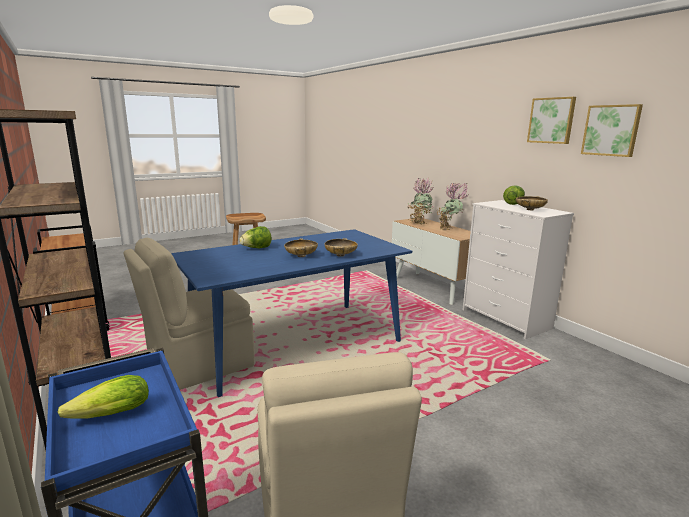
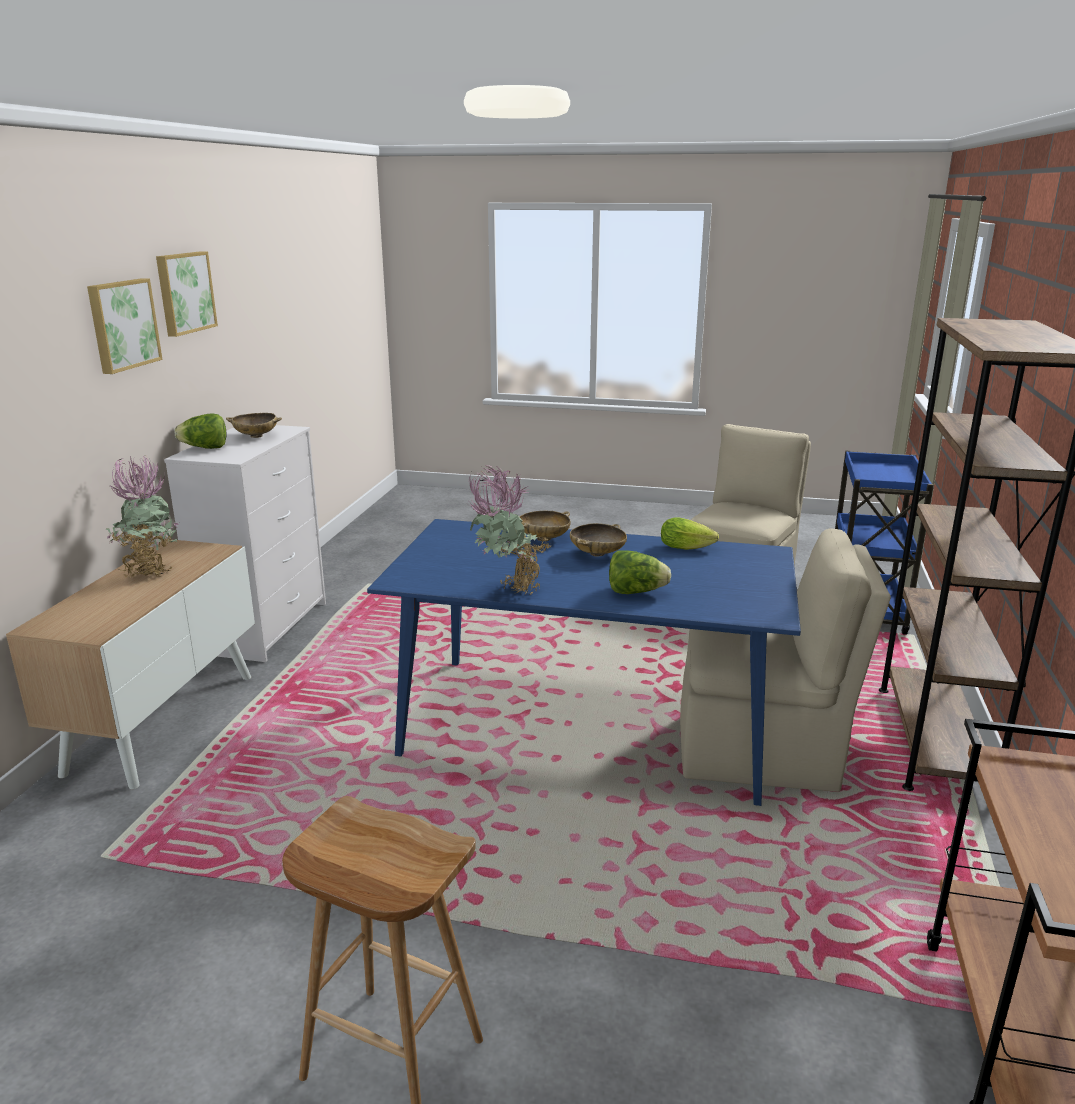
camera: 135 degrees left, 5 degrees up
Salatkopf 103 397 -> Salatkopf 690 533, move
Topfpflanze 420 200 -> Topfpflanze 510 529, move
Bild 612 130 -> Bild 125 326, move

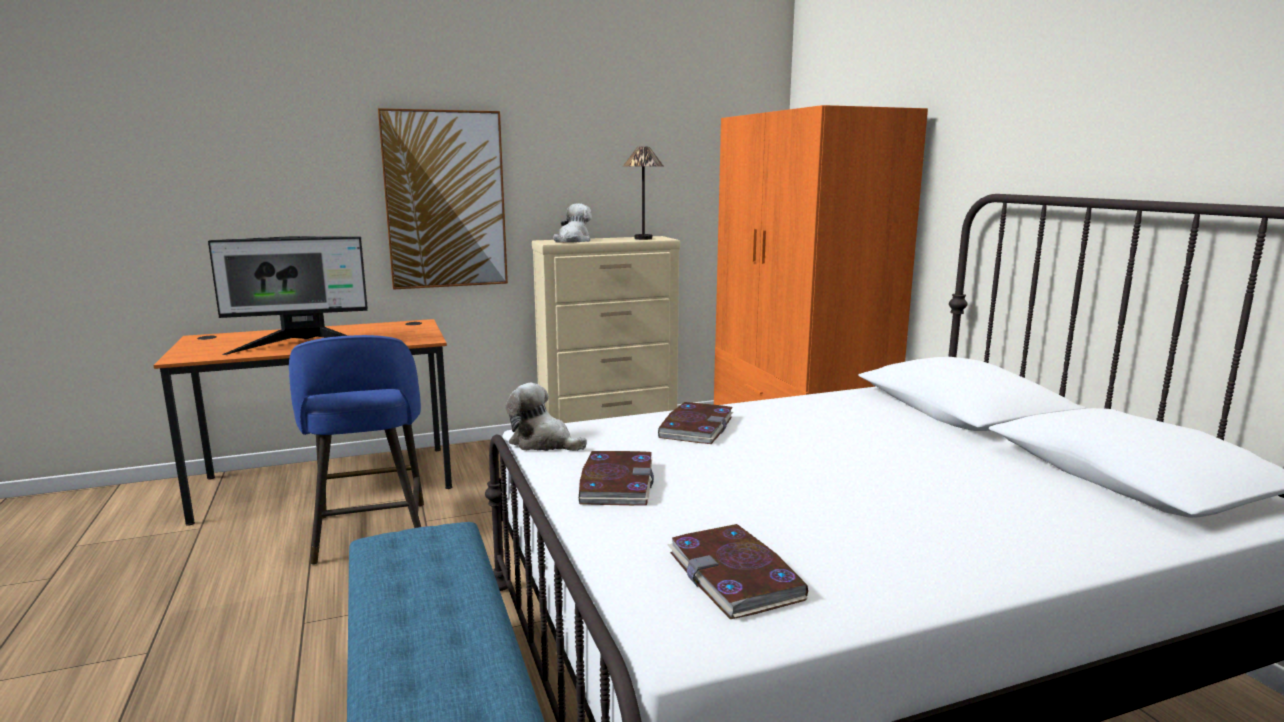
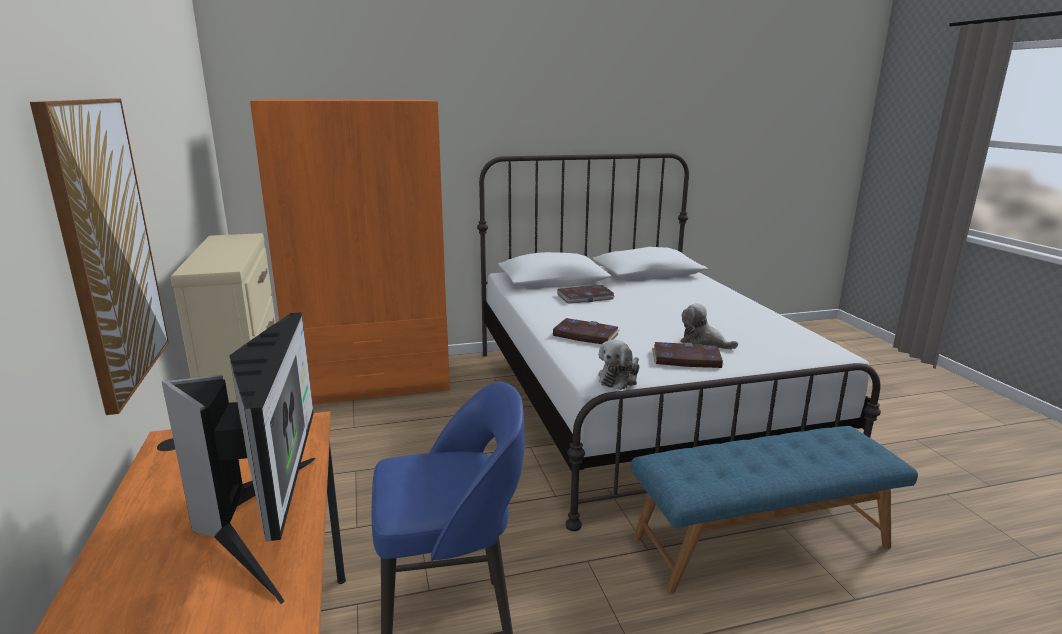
camera: 85 degrees left, 5 degrees up
Plüschtier 572 223 -> Plüschtier 709 326, move
Tischlampe 643 193 -> none
Buch 738 571 -> Buch 586 294, move

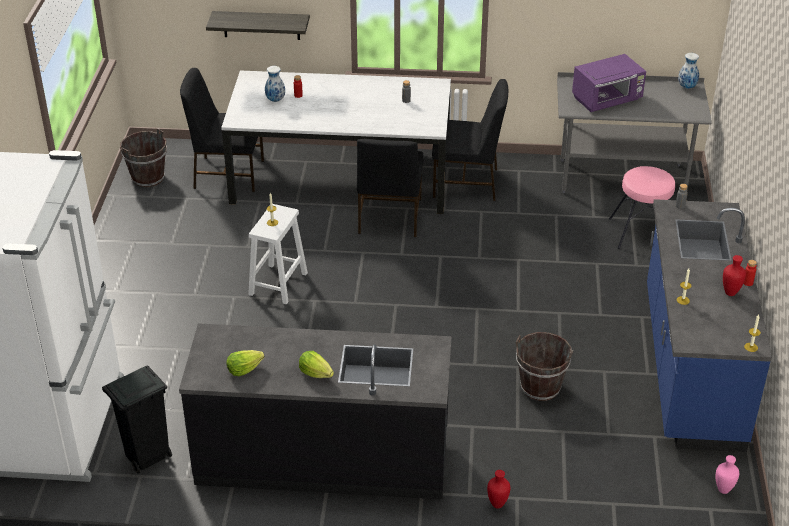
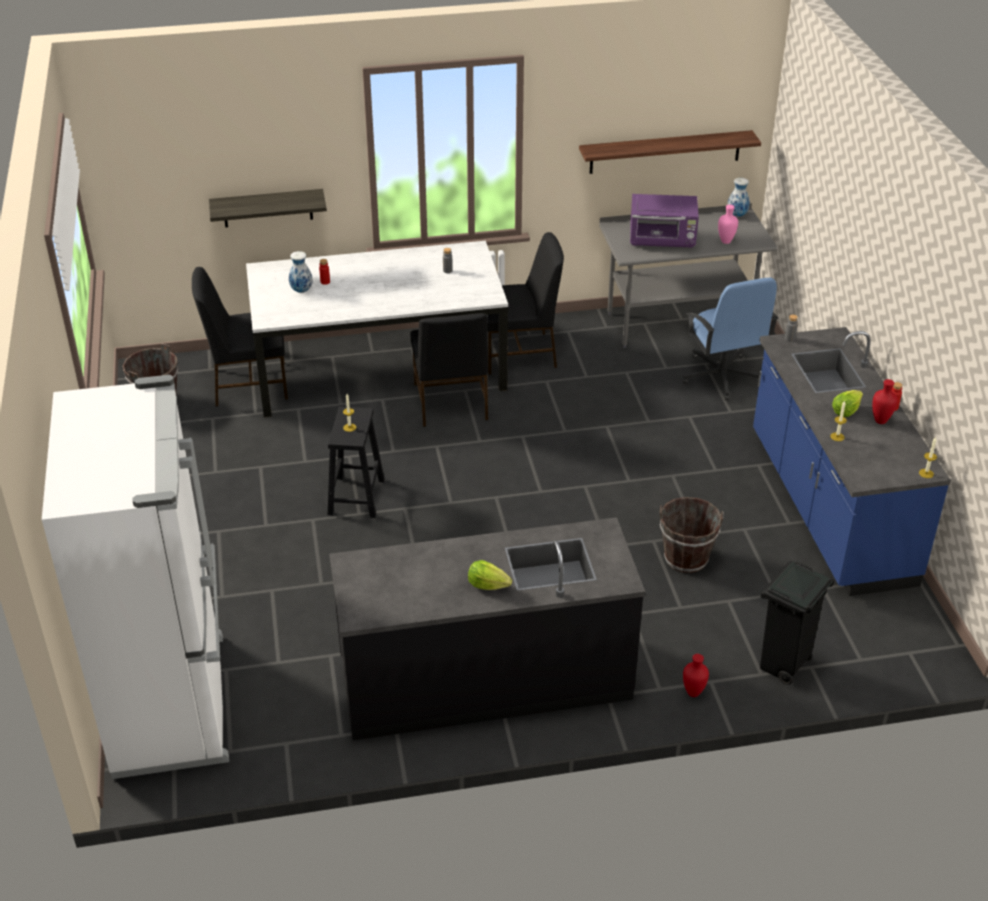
camera: 15 degrees left, 0 degrees up
Mülleimer/schwarz 137 419 -> Mülleimer/schwarz 797 623, move
Salatkopf 245 363 -> Salatkopf 847 403, move
Hocker/weiß 278 254 -> Hocker/schwarz 356 462
Mikrowelle/lila 609 83 -> Mikrowelle/lila 664 221, 45 degrees clockwise
Hocker/rosa 642 207 -> Bürostuhl/blau 730 339
Vase/rosa 727 474 -> Vase/rosa 728 224, move
none -> Wandregal 670 152

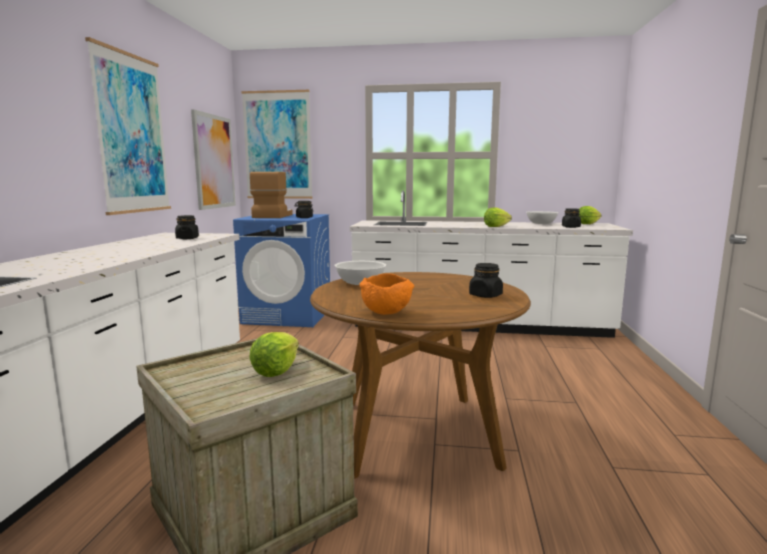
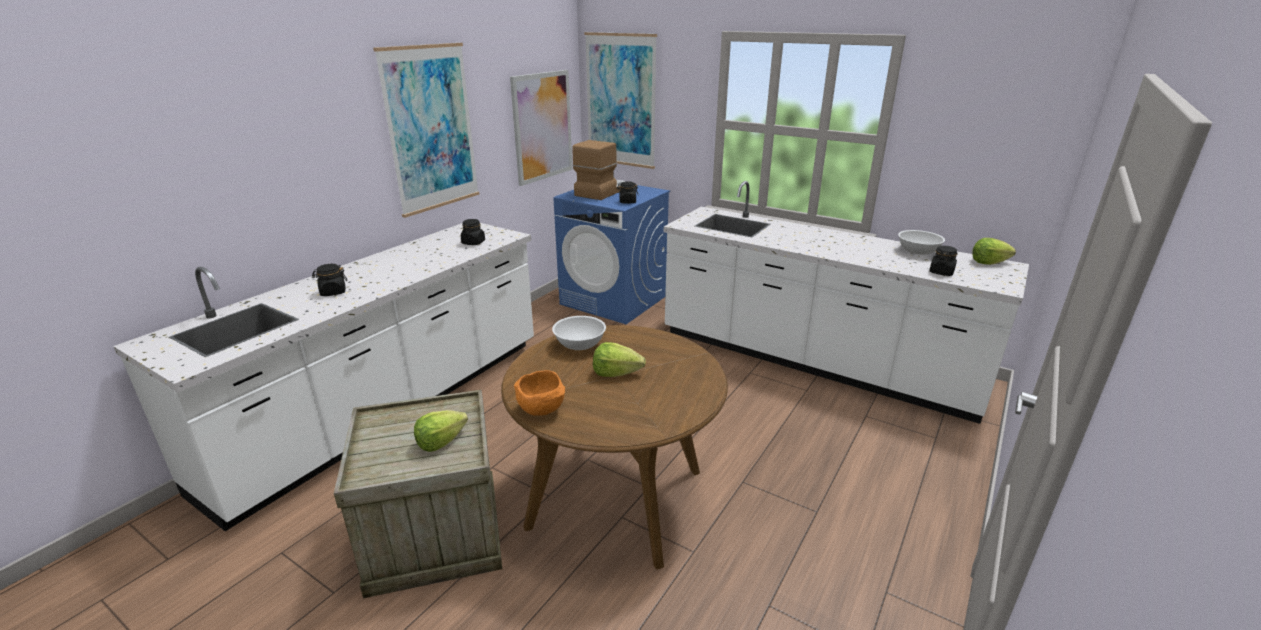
camera: 25 degrees right, 15 degrees up
Vorratsglas/schwarz 486 280 -> Vorratsglas/schwarz 329 280, move
Salatkopf 498 217 -> Salatkopf 619 359, move

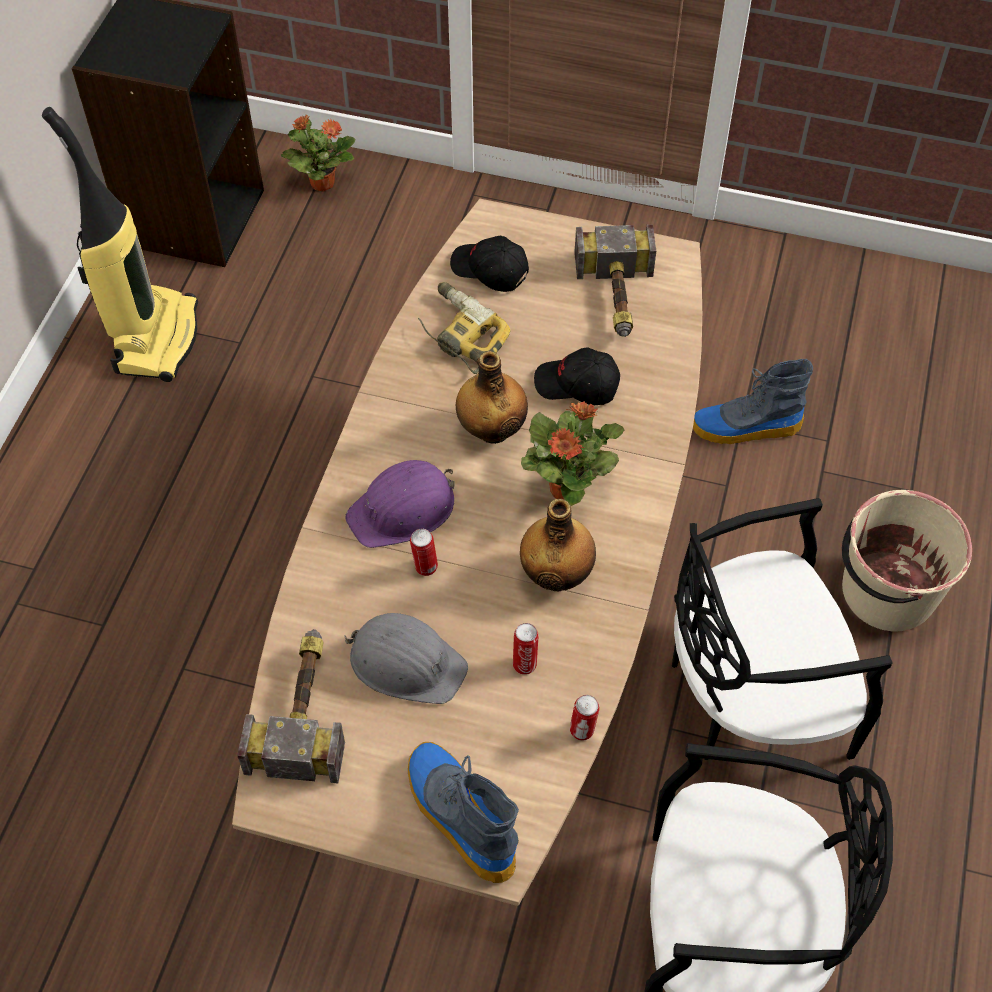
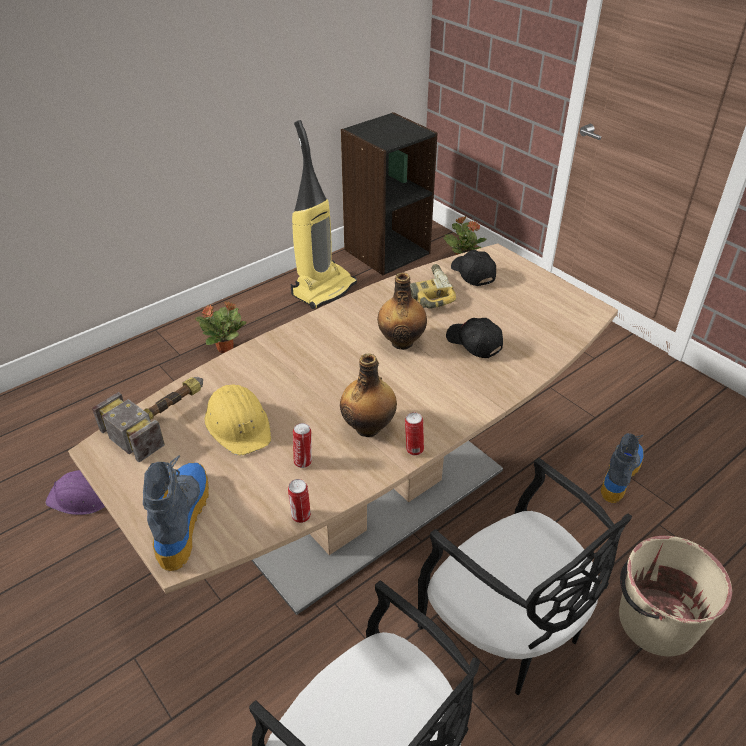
camera: 35 degrees right, 15 degrees down
Schutzhelm/grau 406 658 -> Schutzhelm/gelb 238 419
Schutzhelm/lila 400 504 -> Schutzhelm/lila 75 492, move
Dose 424 552 -> Dose 414 434, move
Topfpflanze 572 453 -> Topfpflanze 220 327, move
Hammer 615 281 -> none
Stuhl/schwarz 782 629 -> Stuhl/schwarz 525 576, 150 degrees counterclockwise
Stiefel 753 401 -> Stiefel 622 468, 90 degrees clockwise

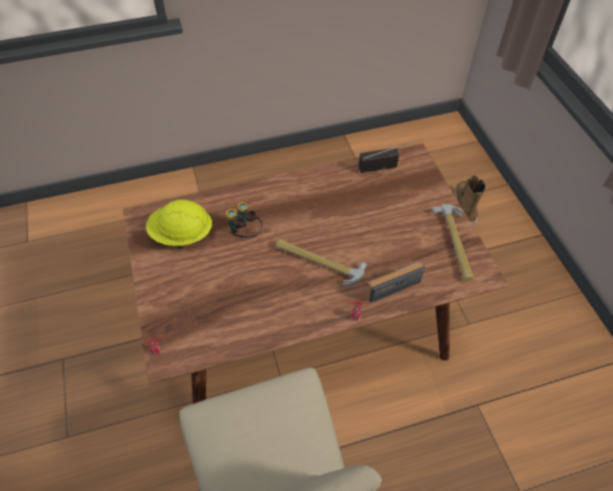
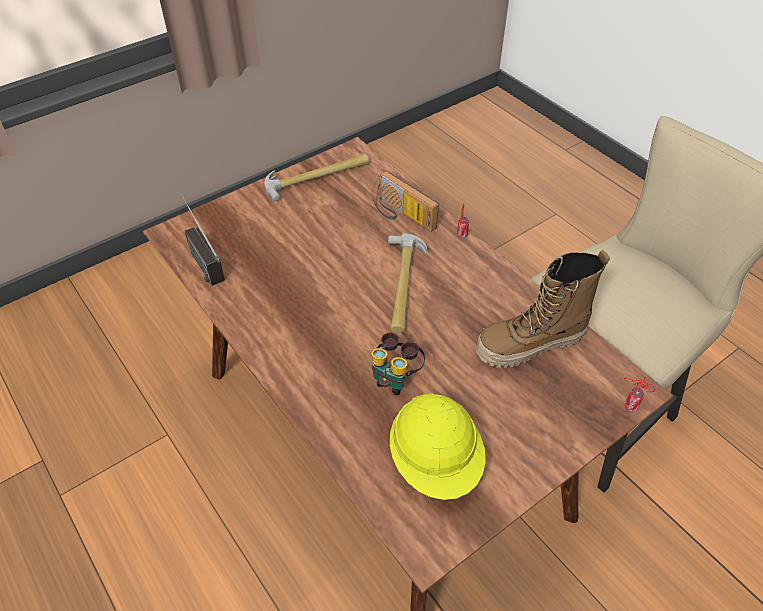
camera: 110 degrees left, 5 degrees down
Stiefel 470 201 -> Stiefel 543 309, move

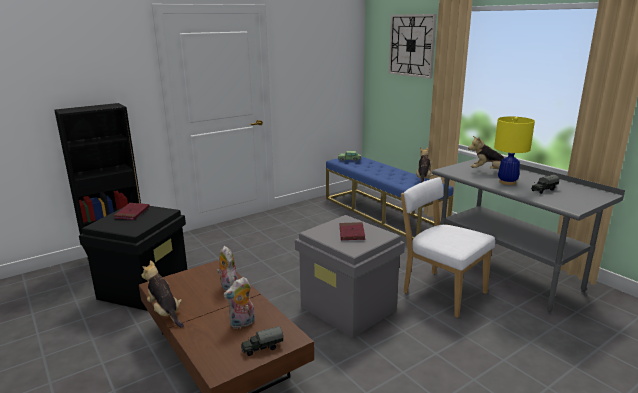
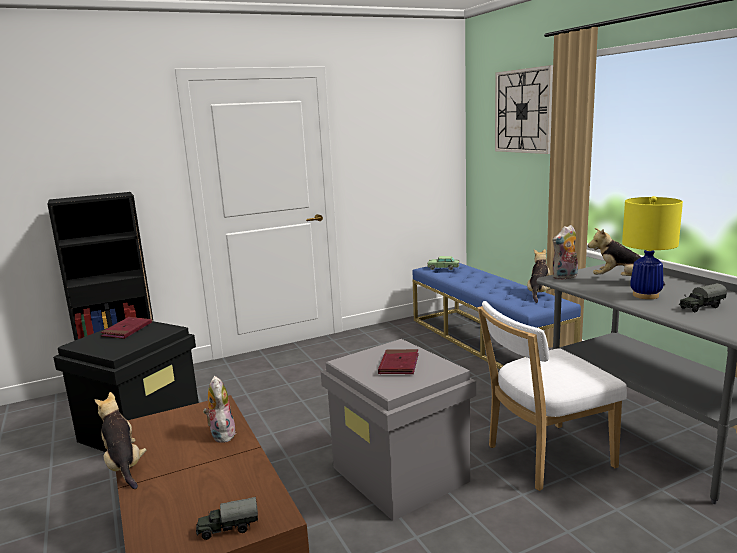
camera: 10 degrees right, 5 degrees down
Plüschtier 239 303 -> Plüschtier 565 252, move
Stuhl/weiß 448 247 -> Stuhl/weiß 552 396, 75 degrees counterclockwise

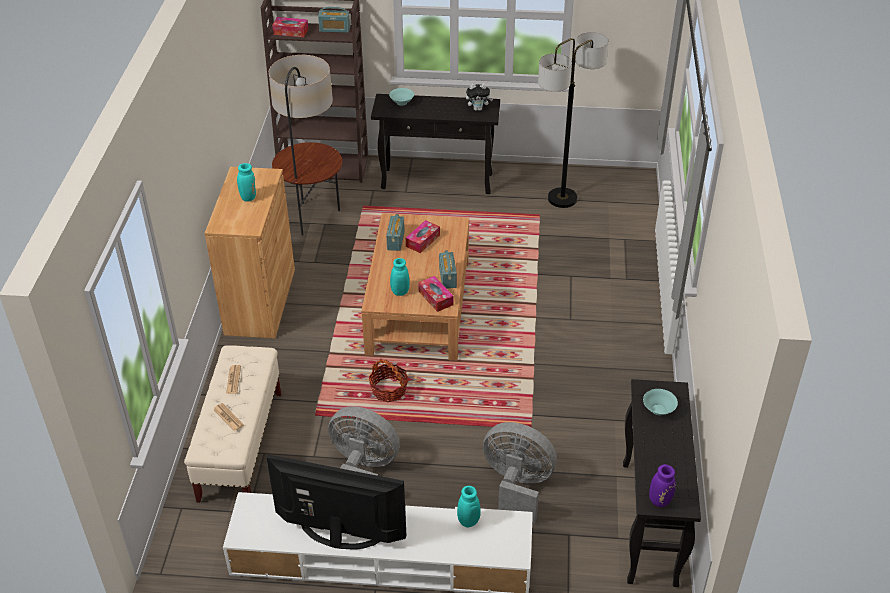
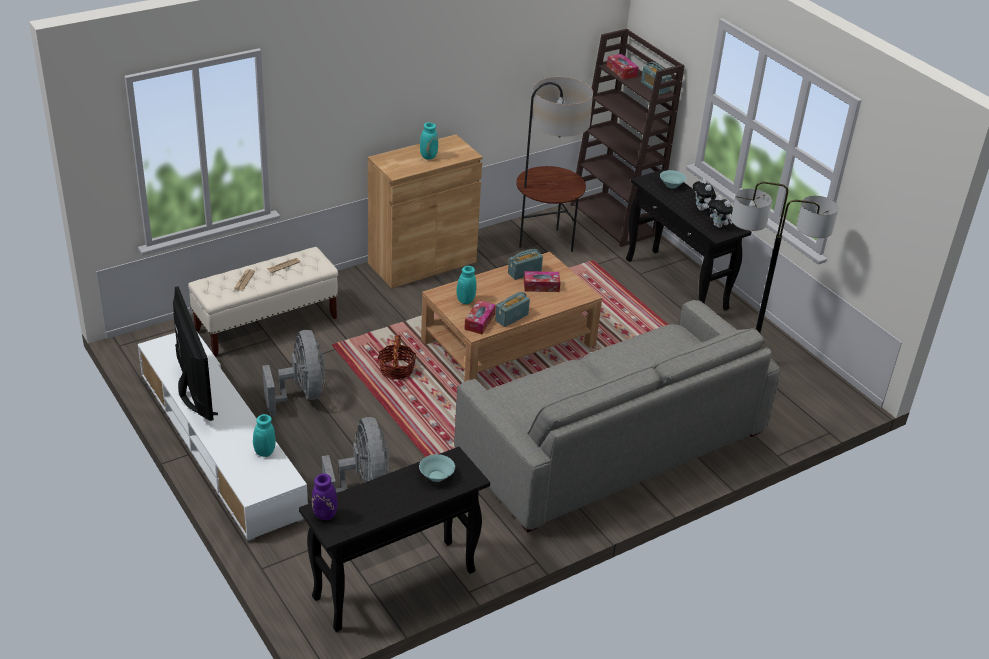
camera: 50 degrees right, 5 degrees down
none -> Sofa/grau 617 416
none -> Plüschtier 704 194

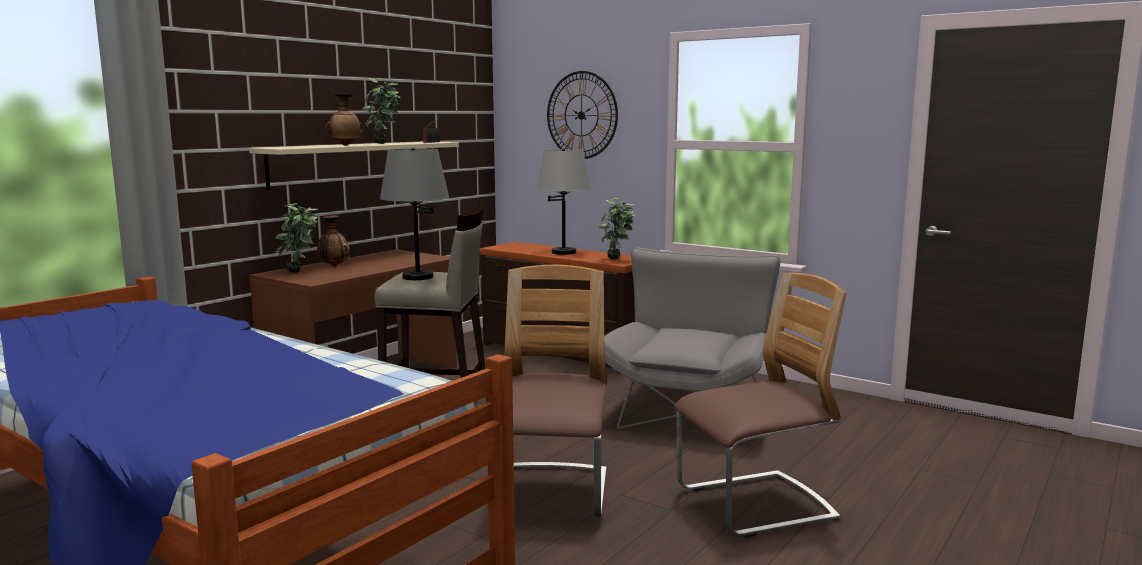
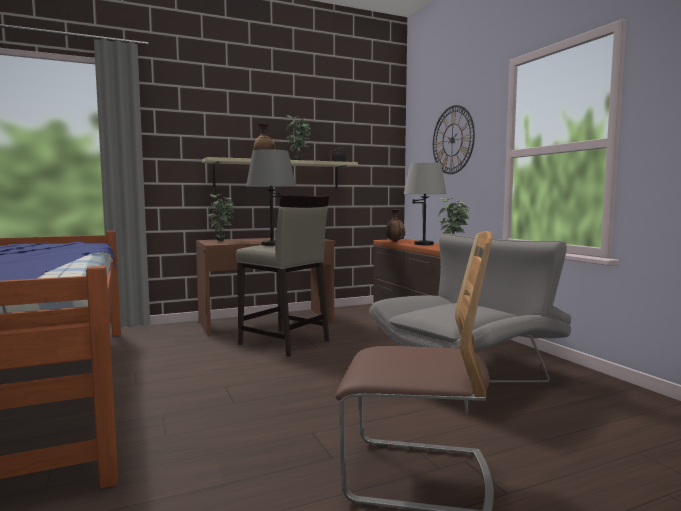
camera: 30 degrees right, 5 degrees down
Vase 333 240 -> Vase 395 225, move
Stuhl 547 391 -> none

